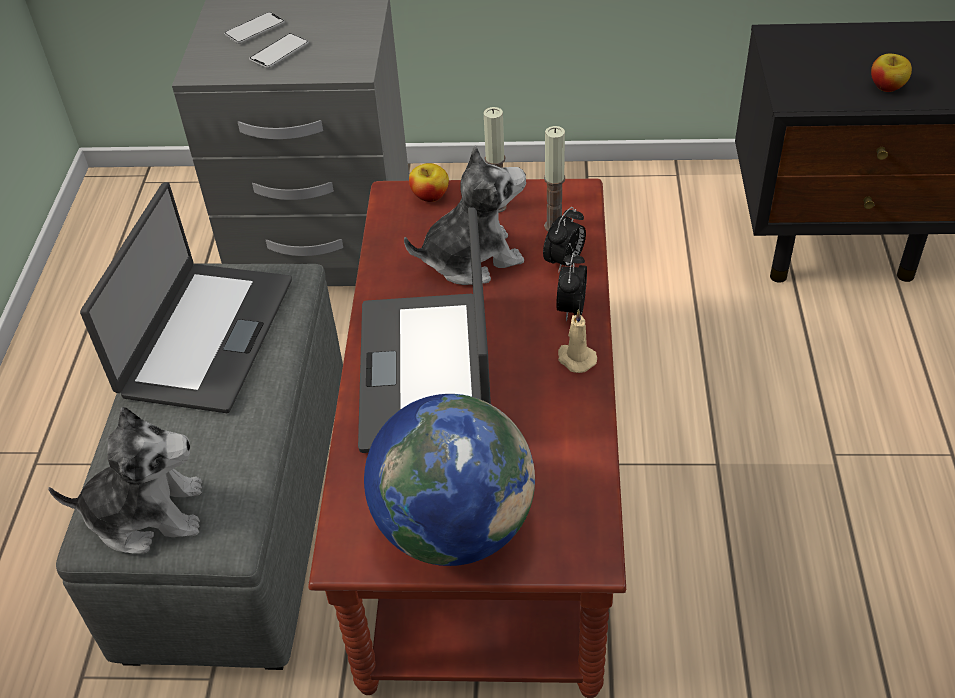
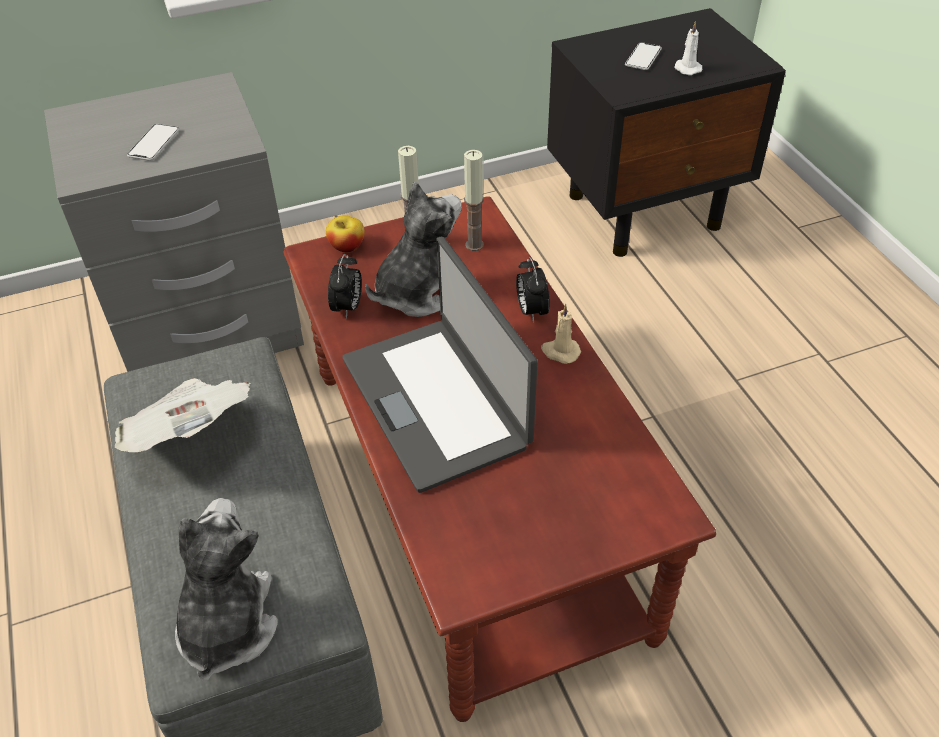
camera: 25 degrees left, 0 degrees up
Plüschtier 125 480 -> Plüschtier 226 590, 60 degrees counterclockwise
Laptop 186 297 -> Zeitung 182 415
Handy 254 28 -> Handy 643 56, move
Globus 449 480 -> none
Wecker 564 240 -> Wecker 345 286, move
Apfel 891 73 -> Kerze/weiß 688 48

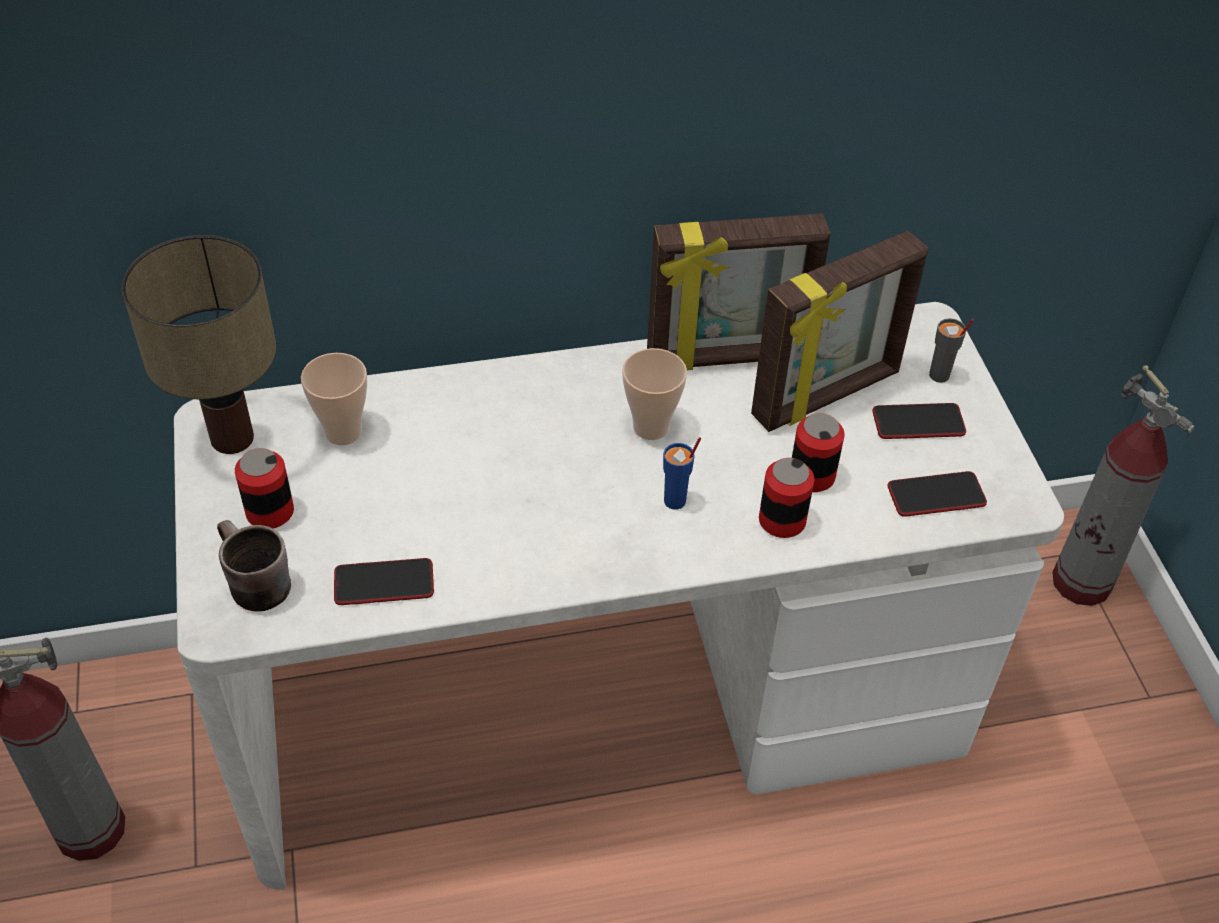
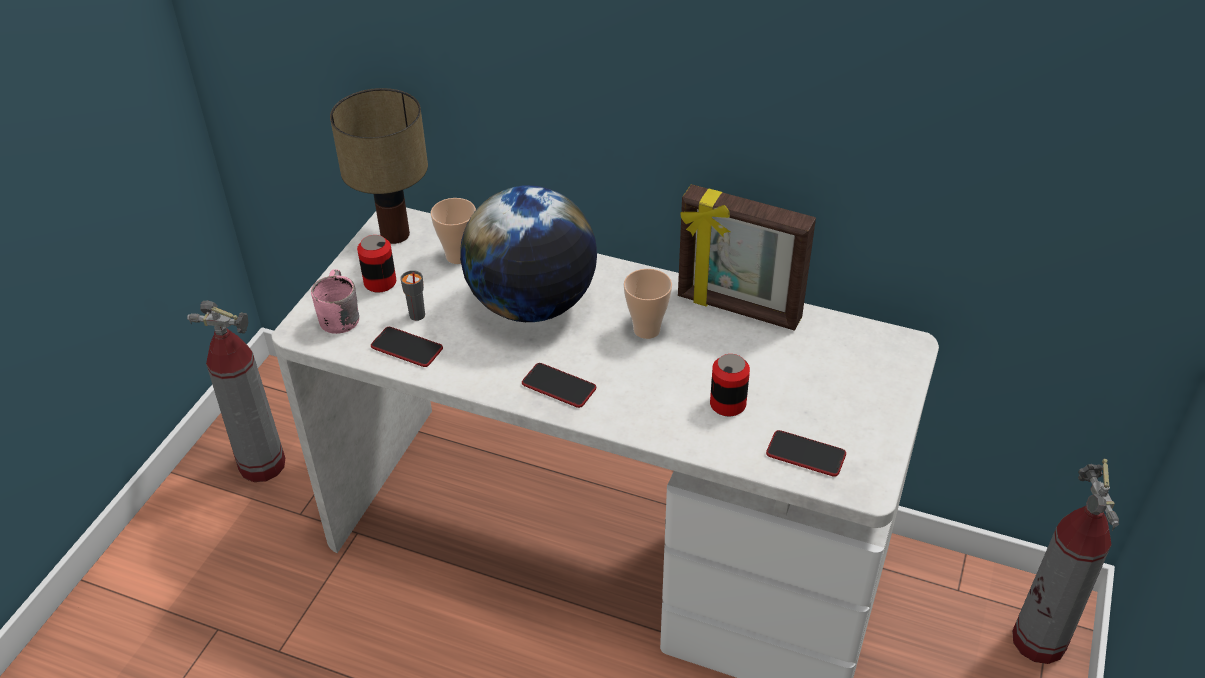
camera: 35 degrees right, 5 degrees down
Henkelbecher/braun 254 566 -> Henkelbecher/rosa 335 301
Tasse/blau 682 473 -> none
Bilderrahmen 839 331 -> none
Dose 786 498 -> none
Handy 919 421 -> Handy 559 385, move
Tasse/grau 951 350 -> Tasse/grau 413 295, move
none -> Globus 528 253

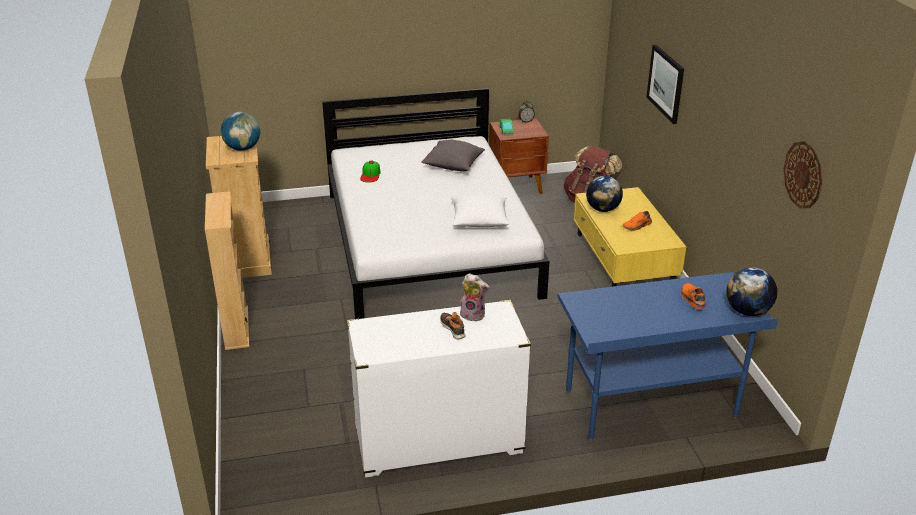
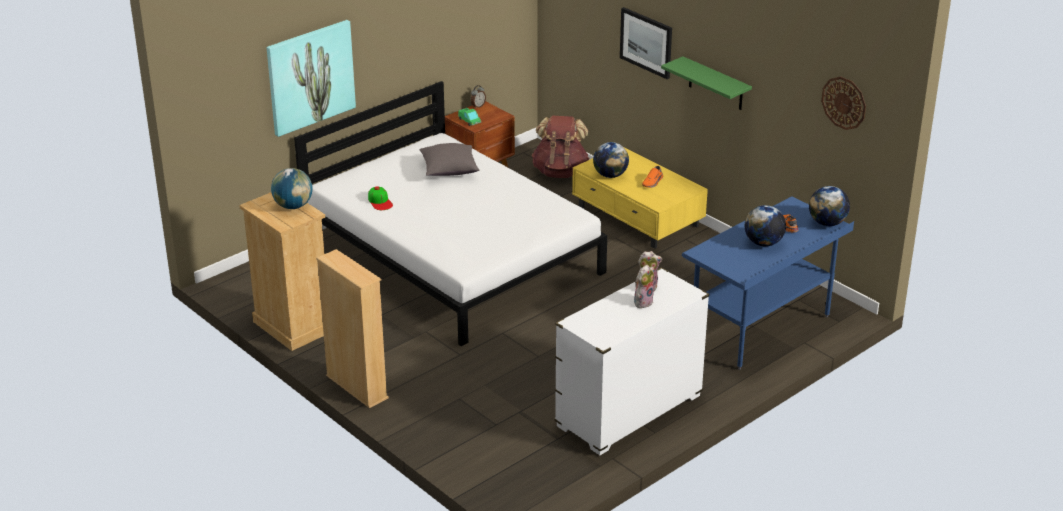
camera: 30 degrees left, 0 degrees up
Schuh 453 325 -> Plüschtier 644 286
Kissen/weiß 480 210 -> none
none -> Bild 311 78
none -> Wandregal/grün 706 83
none -> Globus 765 225

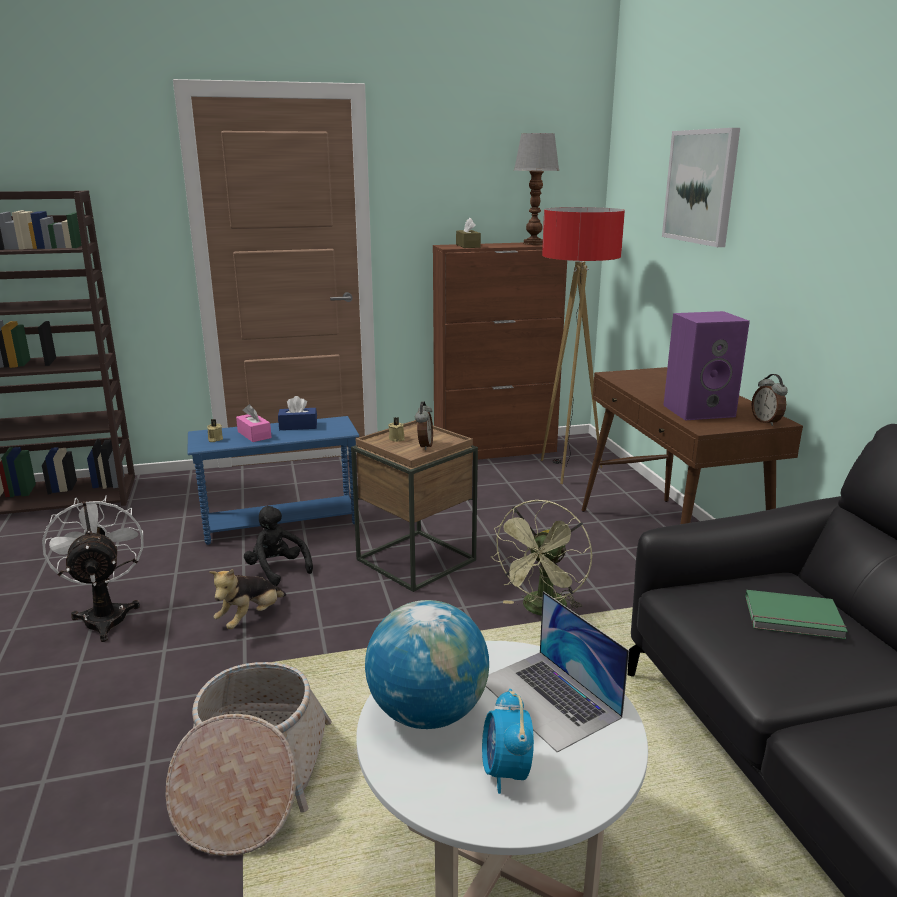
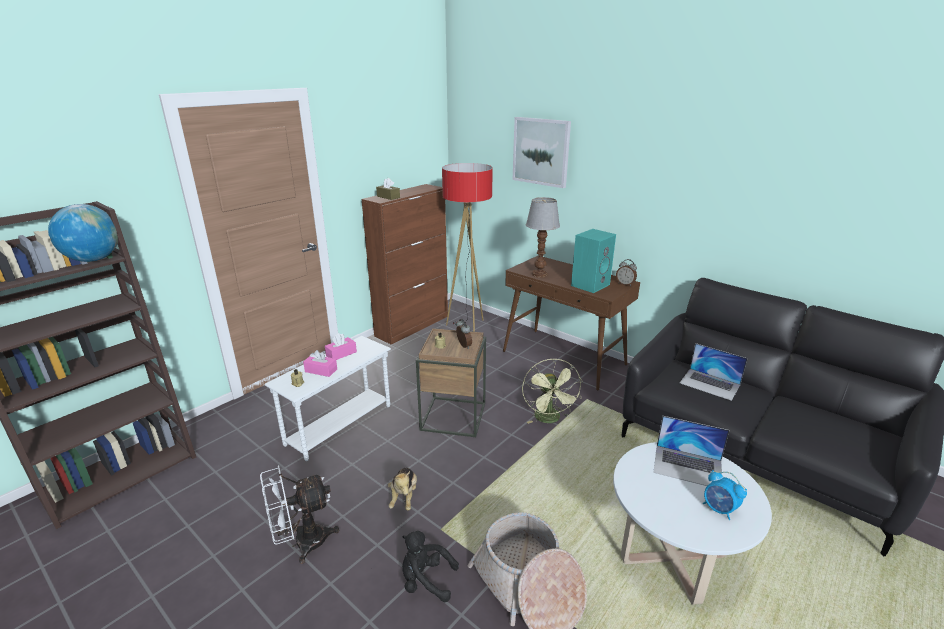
camera: 35 degrees left, 5 degrees up
Ventilator/weiß 93 568 -> Ventilator/weiß 299 514, 60 degrees counterclockwise
Beistelltisch/blau 273 480 -> Beistelltisch/weiß 328 398
Plüschtier/schwarz 278 546 -> Plüschtier/schwarz 430 566, move
Taschentuchbox/blau 297 413 -> Taschentuchbox/rosa 341 346
Globus 427 664 -> Globus 83 233, move
Tischlampe 537 189 -> Tischlampe 543 237, move
Lautsprecher/lila 706 365 -> Lautsprecher/türkis 593 261
Buch/grün 796 615 -> Laptop 713 372

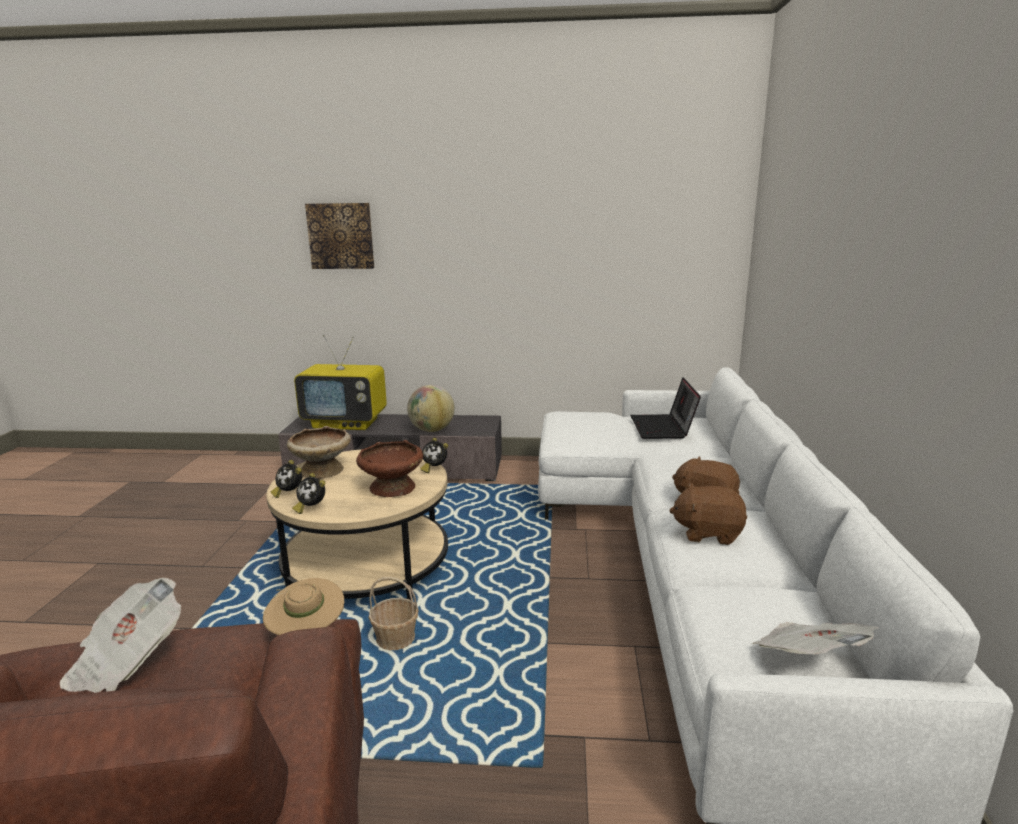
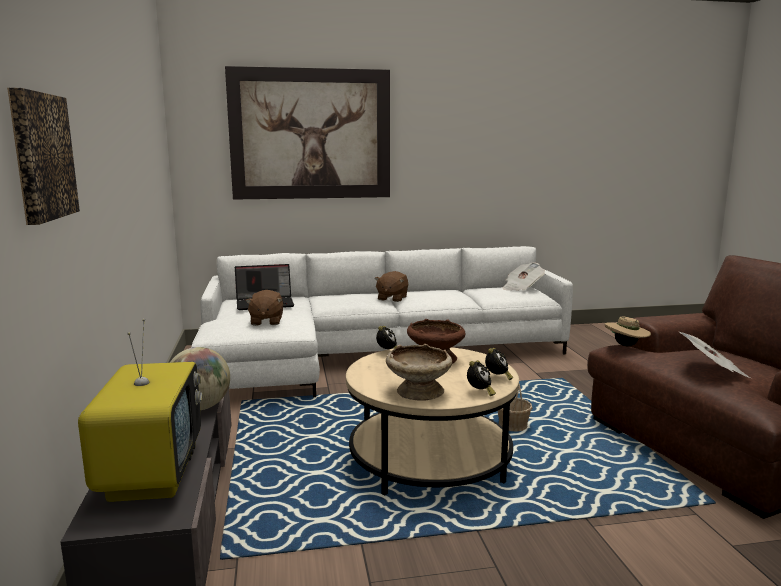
camera: 105 degrees left, 5 degrees down
Plüschtier/braun 708 514 -> Plüschtier/braun 264 308, move
none -> Bild 307 133

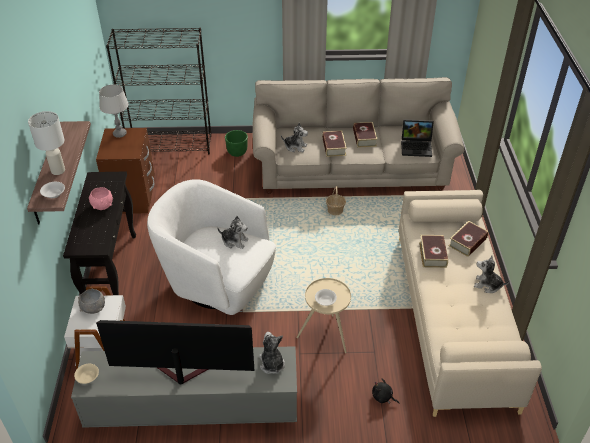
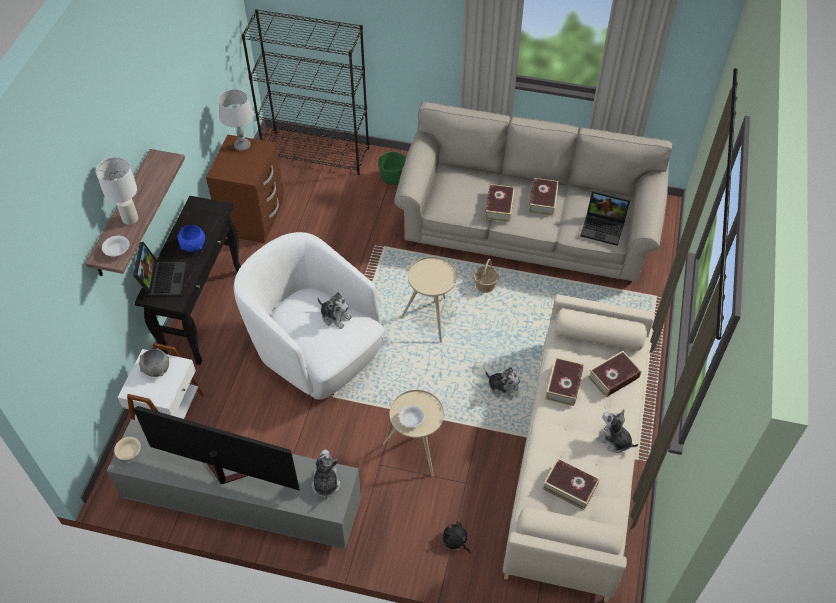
camera: 15 degrees right, 10 degrees up
Schüssel/rosa 101 198 -> Schüssel/blau 191 238
Plüschtier 294 137 -> Plüschtier 502 383, move
none -> Laptop 159 269
none -> Beistelltisch/beige 429 300
none -> Buch 571 485

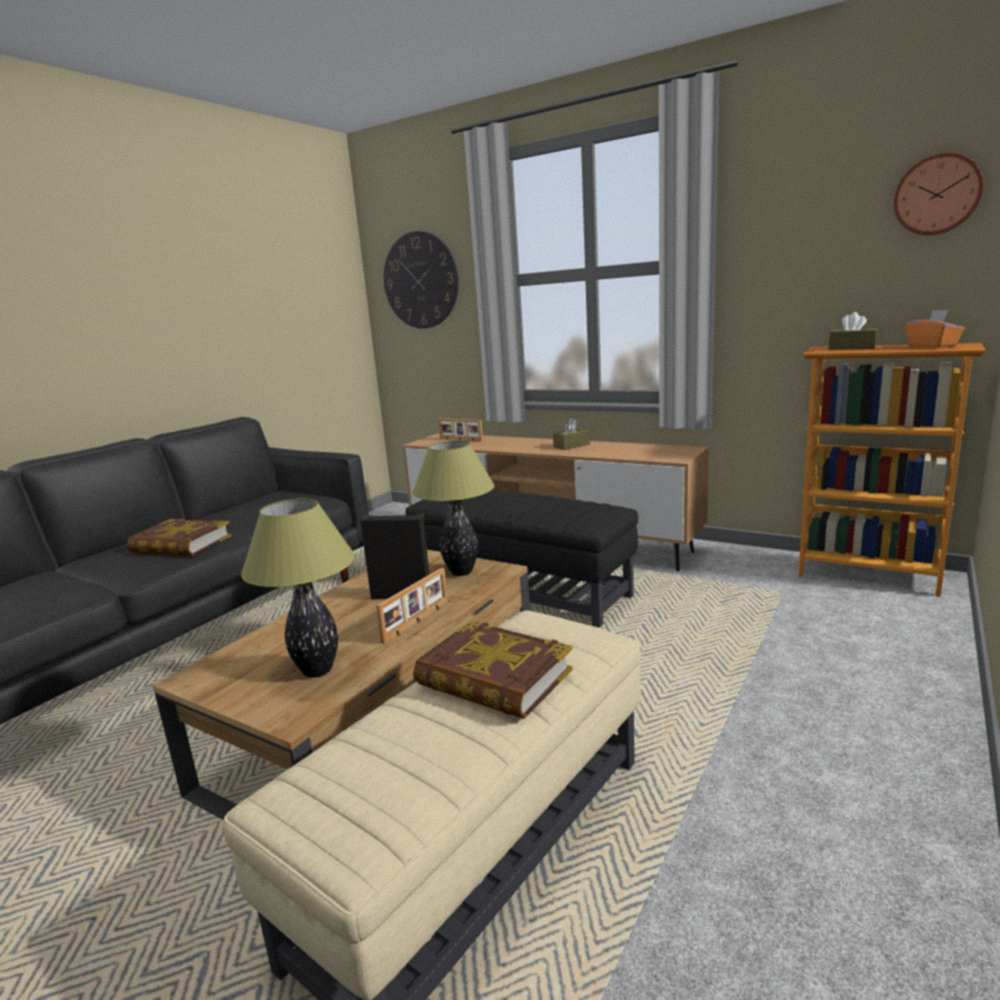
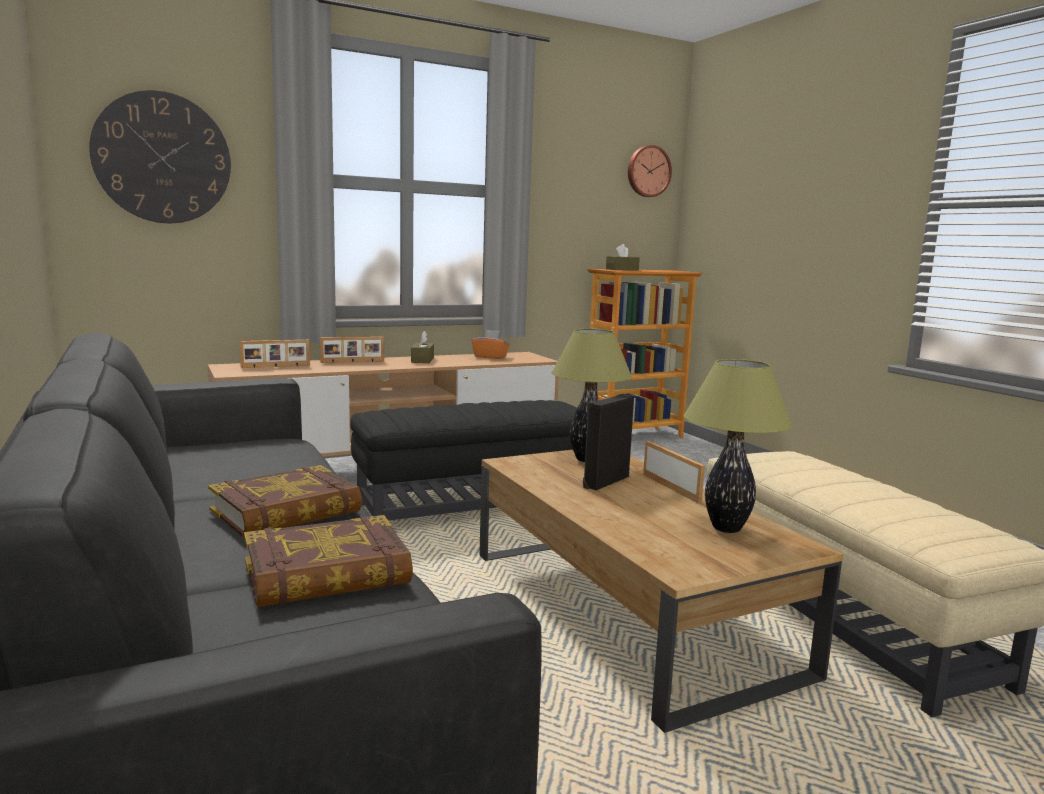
camera: 60 degrees left, 5 degrees down
Buch 493 669 -> Buch 328 561, move
Taschentuchbox/orange 935 329 -> Taschentuchbox/orange 491 344, move
none -> Bilderrahmen 352 350

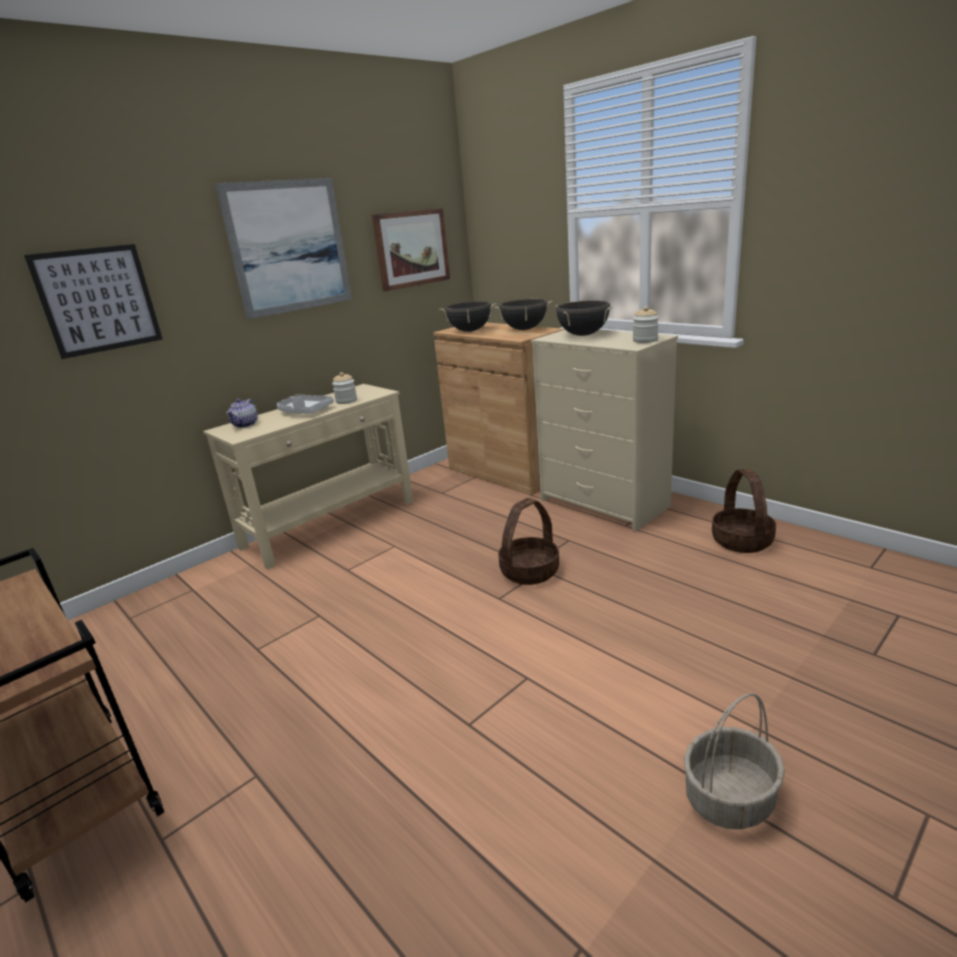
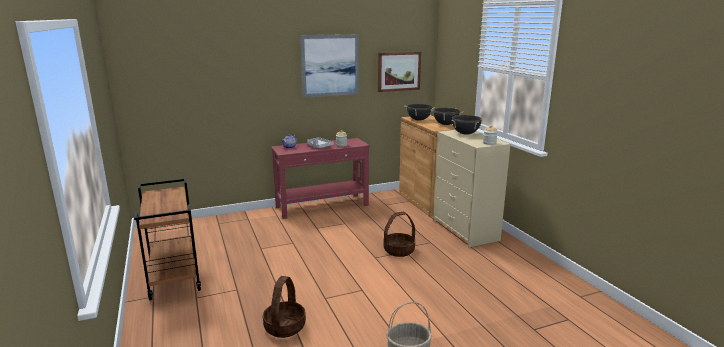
camera: 20 degrees right, 5 degrees down
Bild 93 301 -> none
Konsolentisch/beige 308 477 -> Konsolentisch/rot 320 178
Korb 744 511 -> Korb 284 307, move

